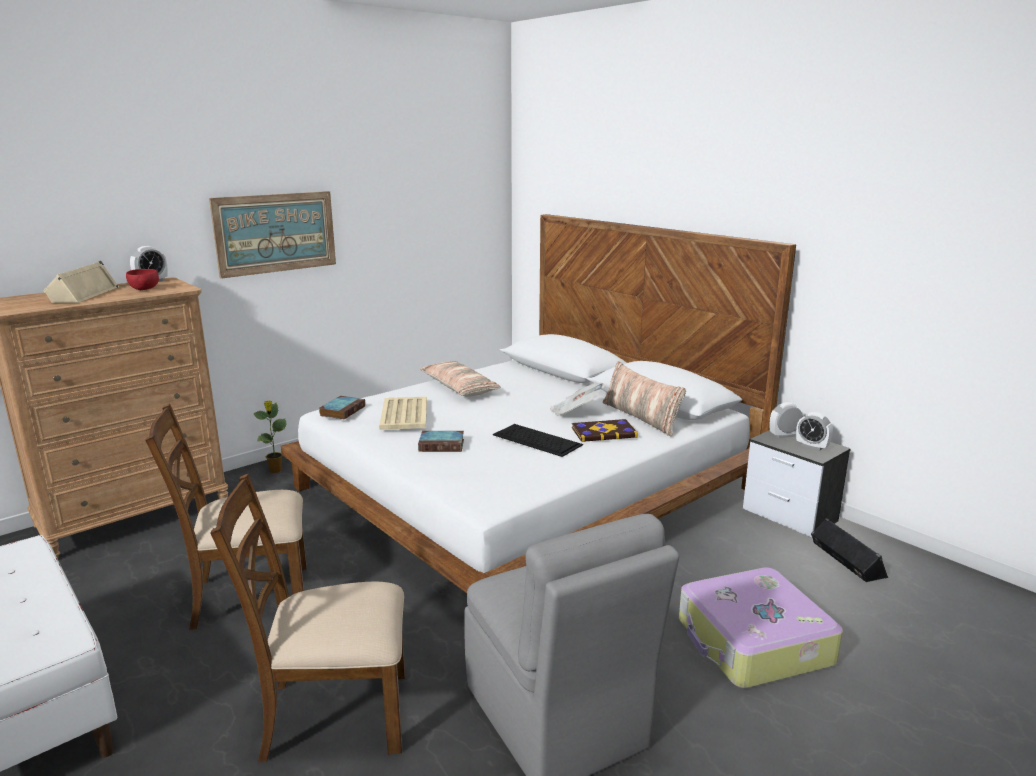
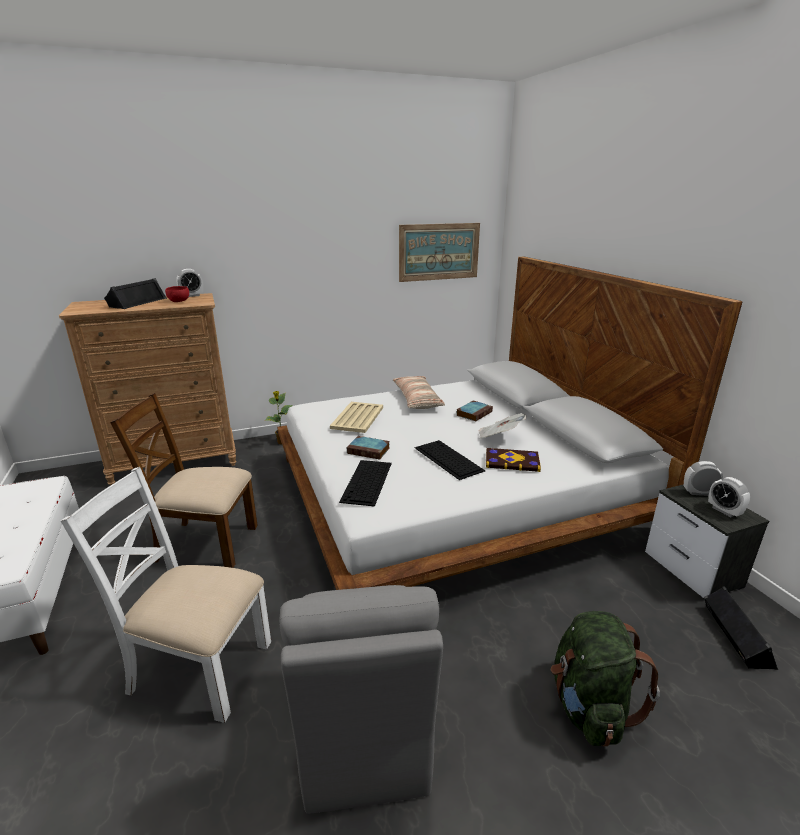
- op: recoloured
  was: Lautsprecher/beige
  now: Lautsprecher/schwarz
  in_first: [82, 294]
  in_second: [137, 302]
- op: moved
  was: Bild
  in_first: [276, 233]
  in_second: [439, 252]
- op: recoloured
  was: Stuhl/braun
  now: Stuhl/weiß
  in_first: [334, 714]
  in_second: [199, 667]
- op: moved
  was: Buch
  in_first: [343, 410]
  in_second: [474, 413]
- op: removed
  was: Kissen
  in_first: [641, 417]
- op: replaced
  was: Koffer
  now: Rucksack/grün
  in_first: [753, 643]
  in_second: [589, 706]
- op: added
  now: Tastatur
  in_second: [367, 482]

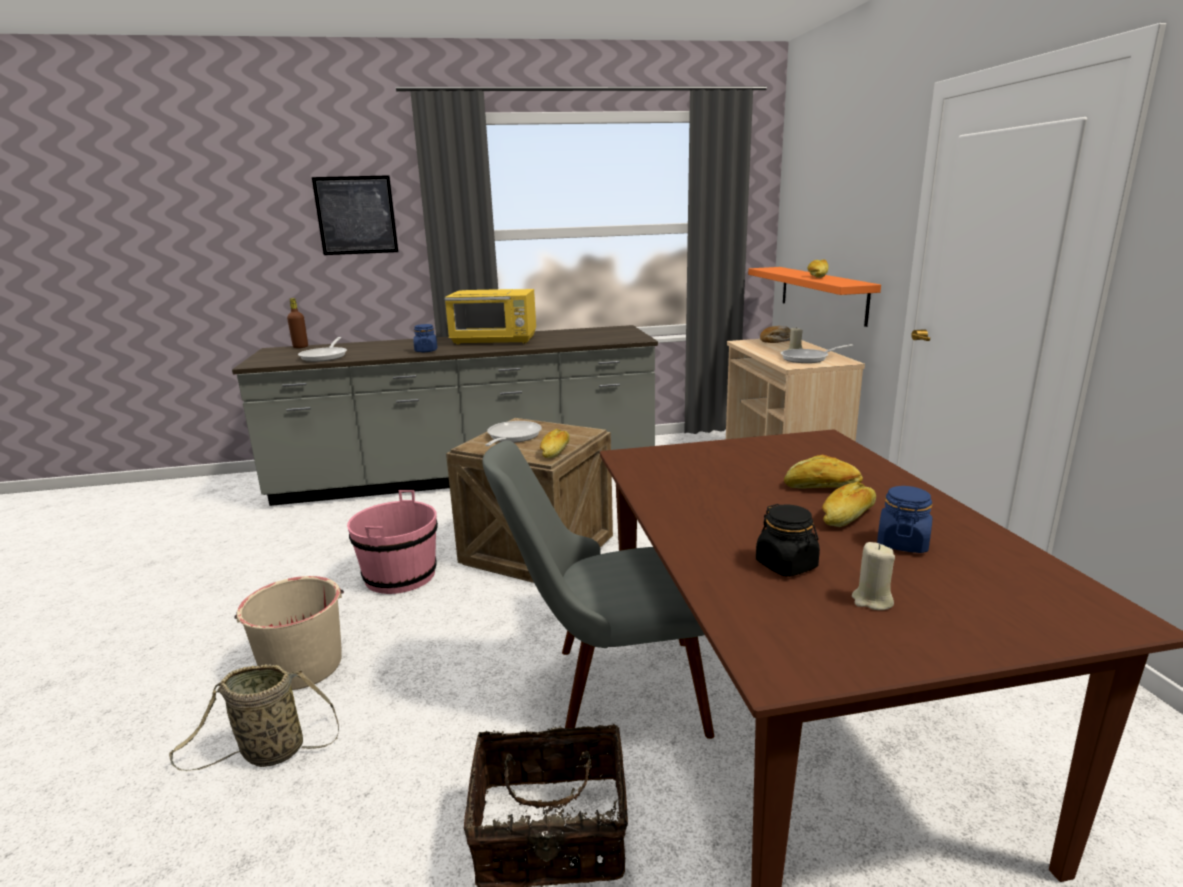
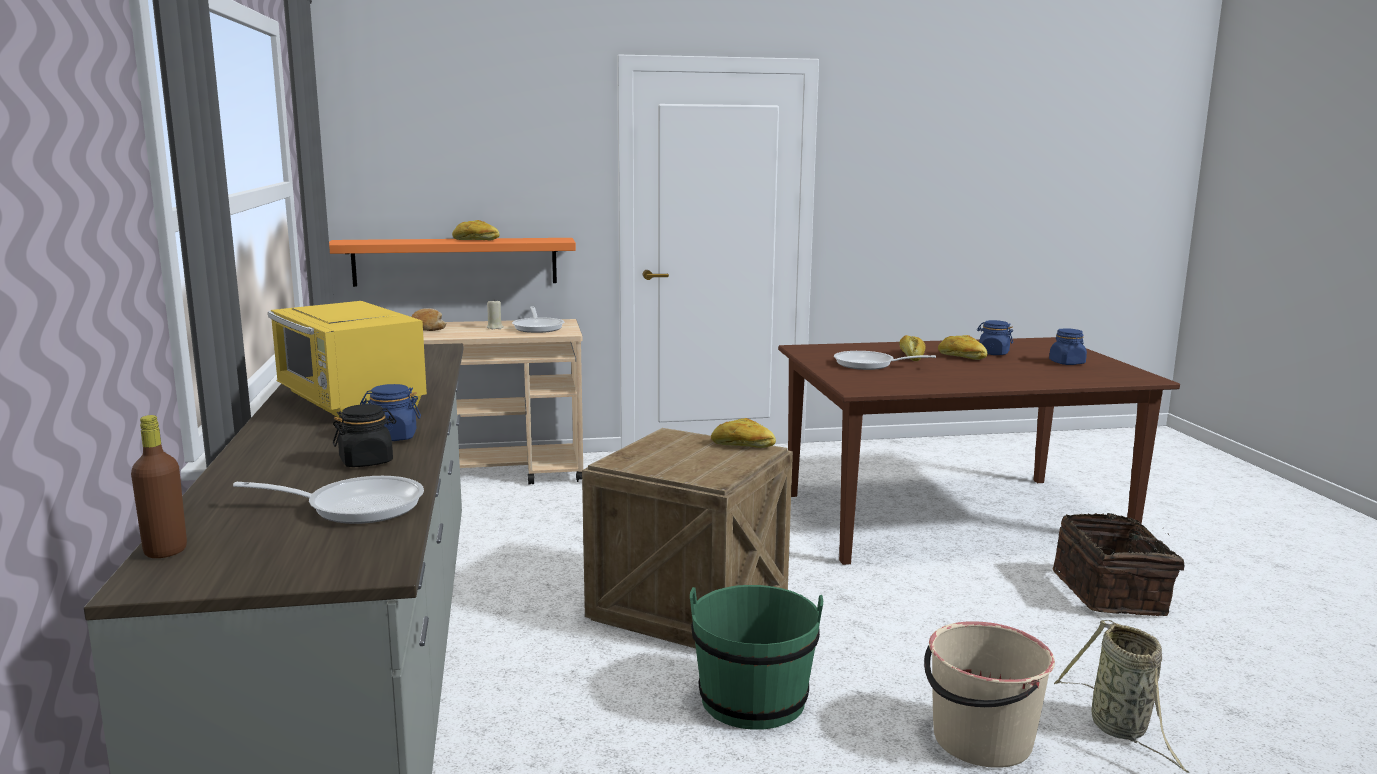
- op: removed
  was: Bild
  in_first: [356, 215]
- op: recoloured
  was: Eimer/rosa
  now: Eimer/grün
  in_first: [400, 576]
  in_second: [753, 700]
- op: turned
  was: Mikrowelle/gelb
  in_first: [495, 341]
  in_second: [350, 403]
  clockwise: 135
- op: removed
  was: Stuhl/grau
  in_first: [606, 690]
- op: moved
  was: Pfanne
  in_first: [512, 437]
  in_second: [869, 365]
- op: moved
  was: Vorratsglas/schwarz
  in_first: [786, 565]
  in_second: [366, 461]
- op: replaced
  was: Kerze/beige
  now: Vorratsglas/blau
  in_first: [872, 601]
  in_second: [1067, 363]

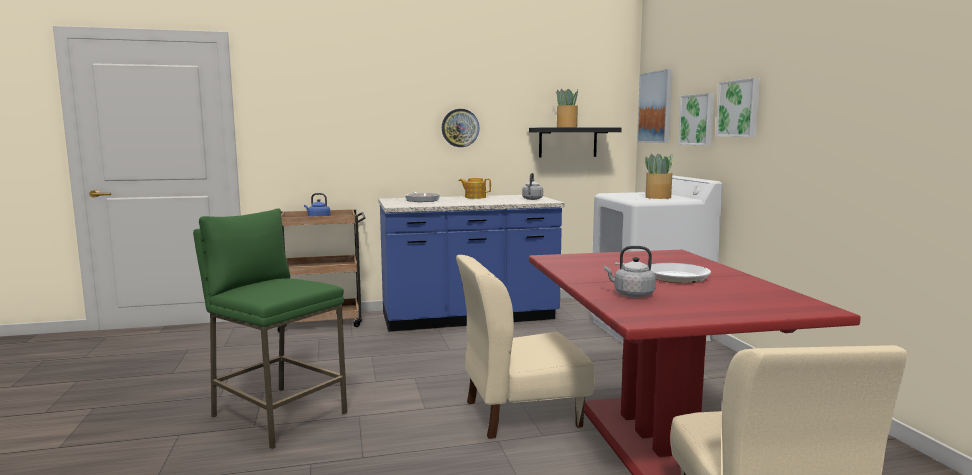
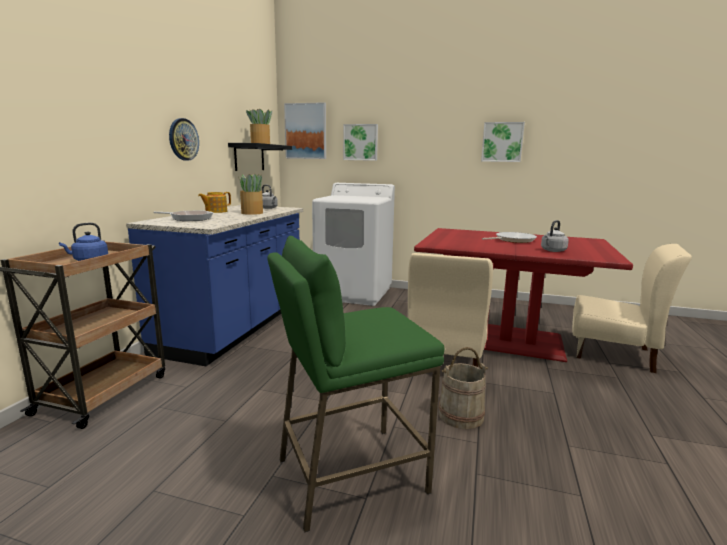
- op: moved
  was: Topfpflanze
  in_first: [658, 197]
  in_second: [252, 213]
- op: moved
  was: Bild
  in_first: [739, 108]
  in_second: [502, 142]
- op: added
  now: Eimer/beige
  in_second: [461, 415]

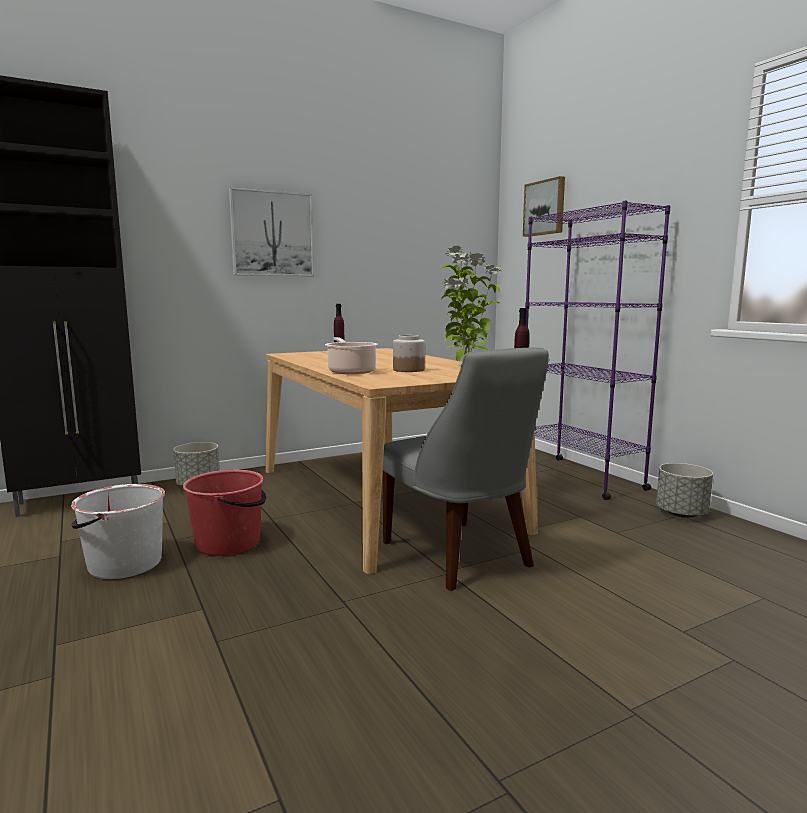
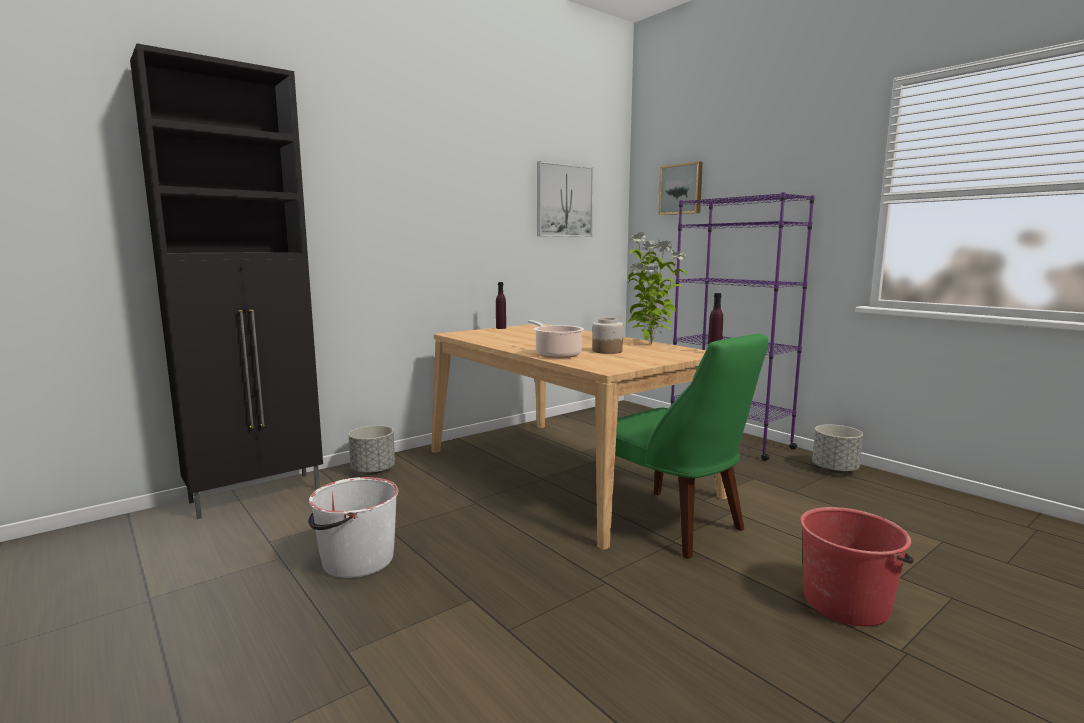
- op: moved
  was: Eimer/rot
  in_first: [229, 543]
  in_second: [846, 603]
- op: moved
  was: Bild
  in_first: [272, 234]
  in_second: [564, 201]
- op: recoloured
  was: Stuhl/grau
  now: Stuhl/grün
  in_first: [460, 556]
  in_second: [675, 525]

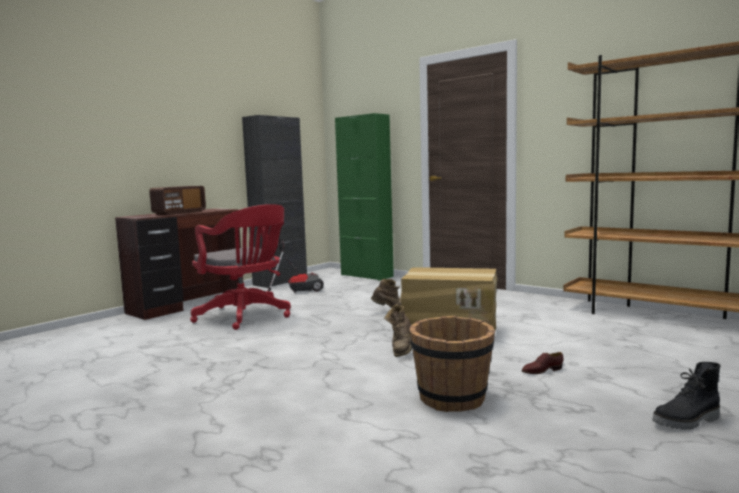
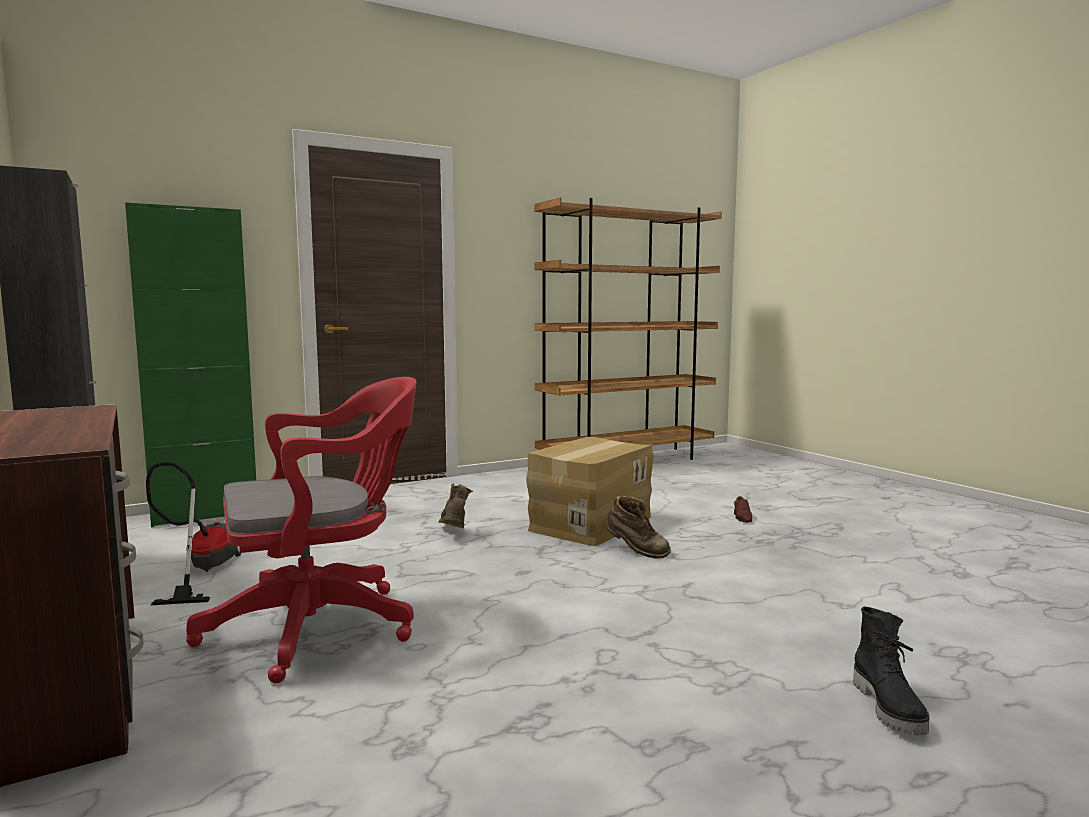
- op: removed
  was: Radio
  in_first: [179, 213]
- op: removed
  was: Eimer/braun
  in_first: [452, 398]
- op: moved
  was: Stiefel/schwarz
  in_first: [687, 422]
  in_second: [890, 708]

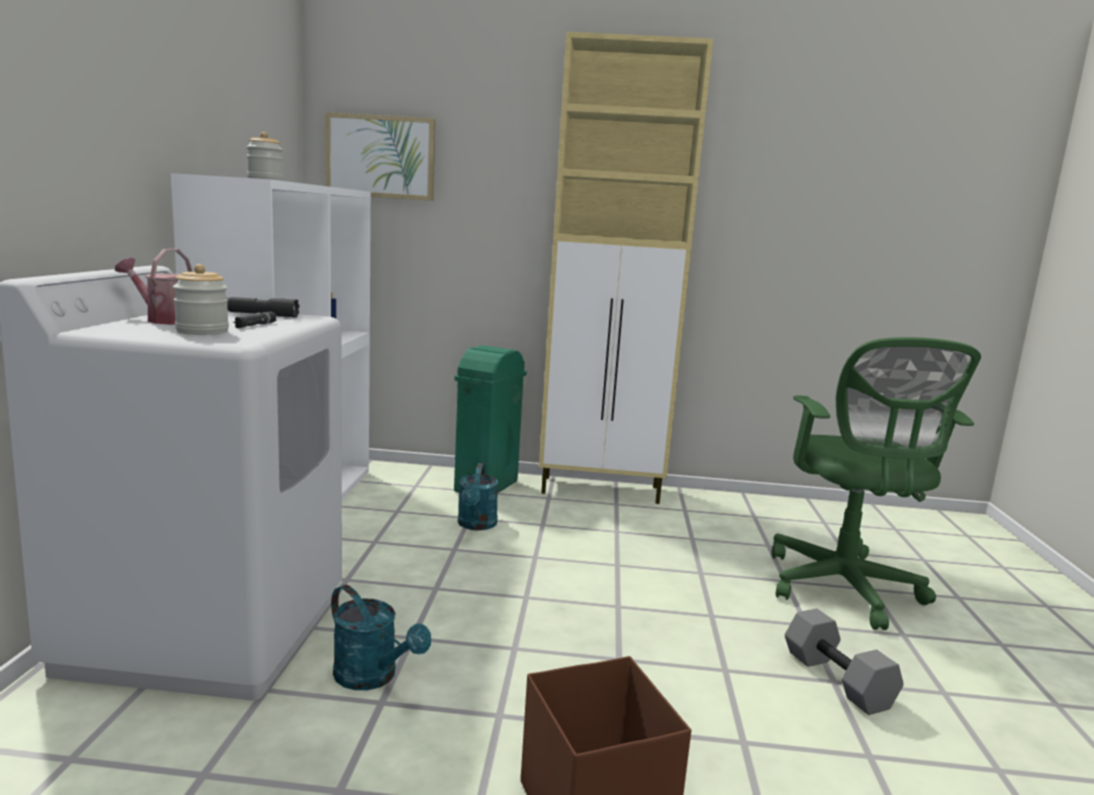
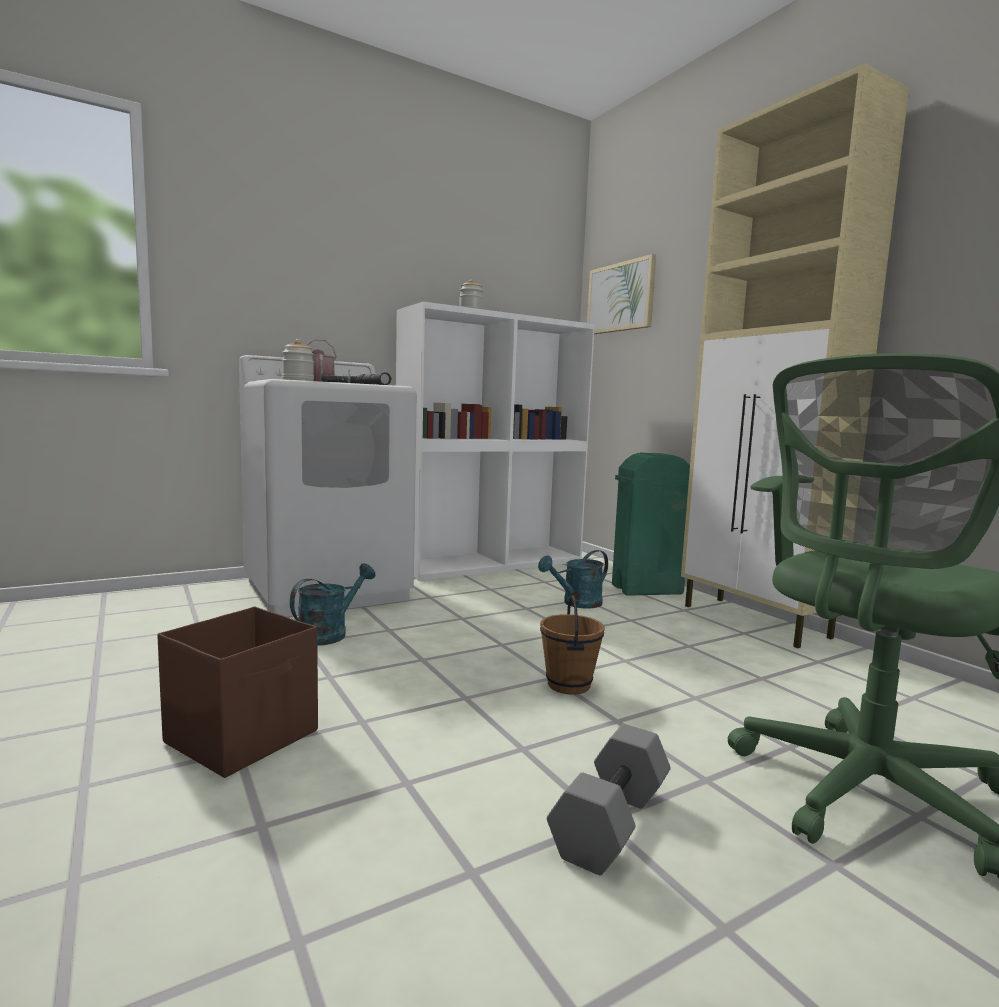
- op: turned
  was: Gießkanne/türkis
  in_first: [373, 677]
  in_second: [329, 633]
  clockwise: -150
- op: added
  now: Eimer/braun
  in_second: [569, 685]

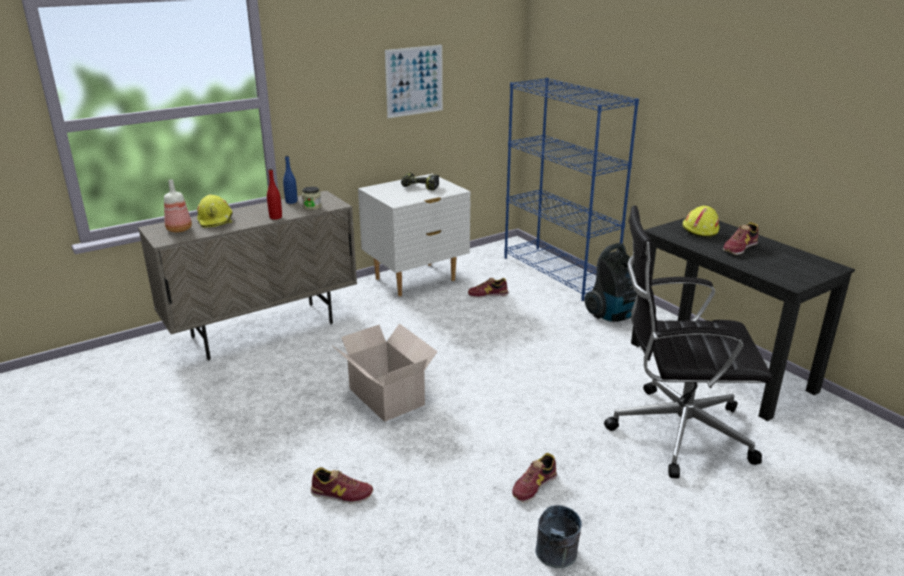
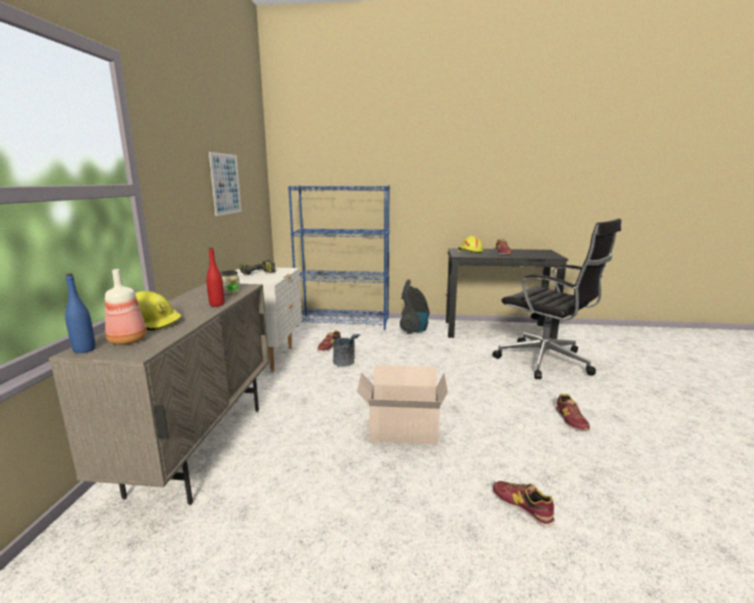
- op: moved
  was: Flasche/blau
  in_first: [291, 202]
  in_second: [84, 350]
- op: turned
  was: Schuh
  in_first: [341, 493]
  in_second: [522, 506]
  clockwise: -90
- op: moved
  was: Eimer/grau
  in_first: [556, 558]
  in_second: [346, 363]
- op: turned
  was: Bürostuhl/schwarz
  in_first: [675, 431]
  in_second: [546, 362]
  clockwise: -90

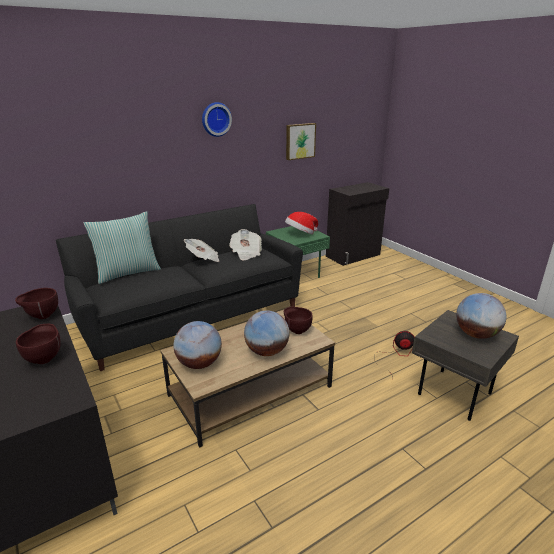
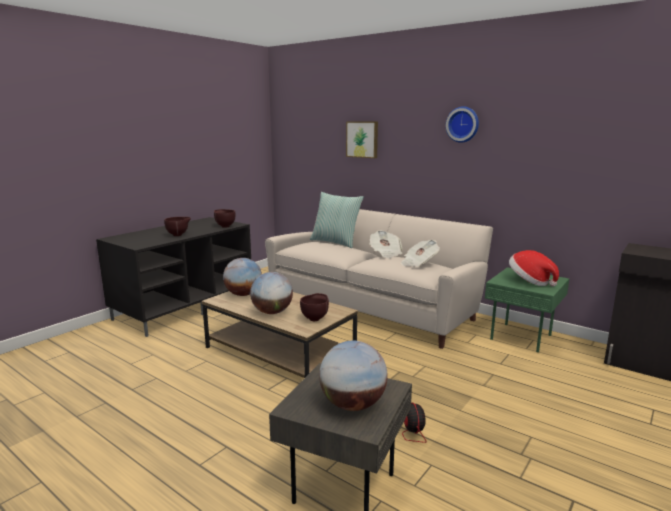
- op: recoloured
  was: Sofa/schwarz
  now: Sofa/beige
  in_first: [191, 315]
  in_second: [371, 306]
- op: moved
  was: Bild
  in_first: [300, 141]
  in_second: [362, 139]

